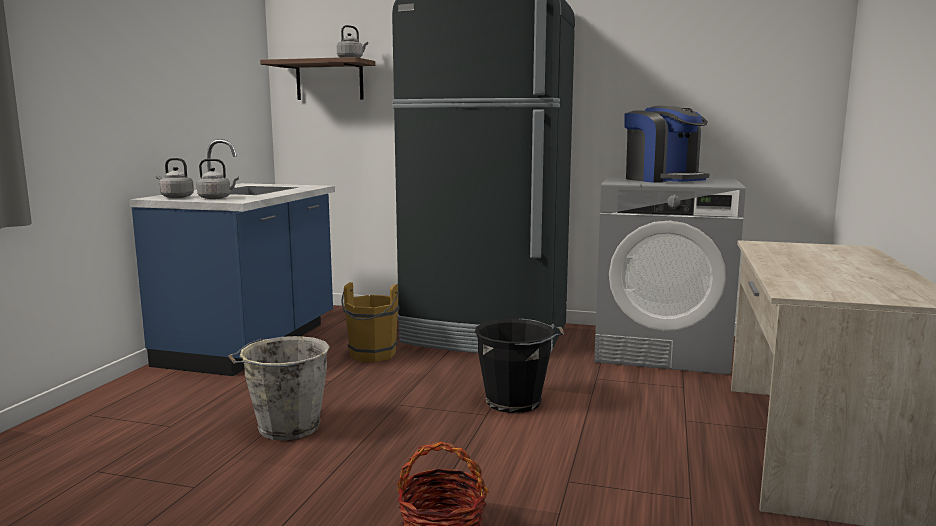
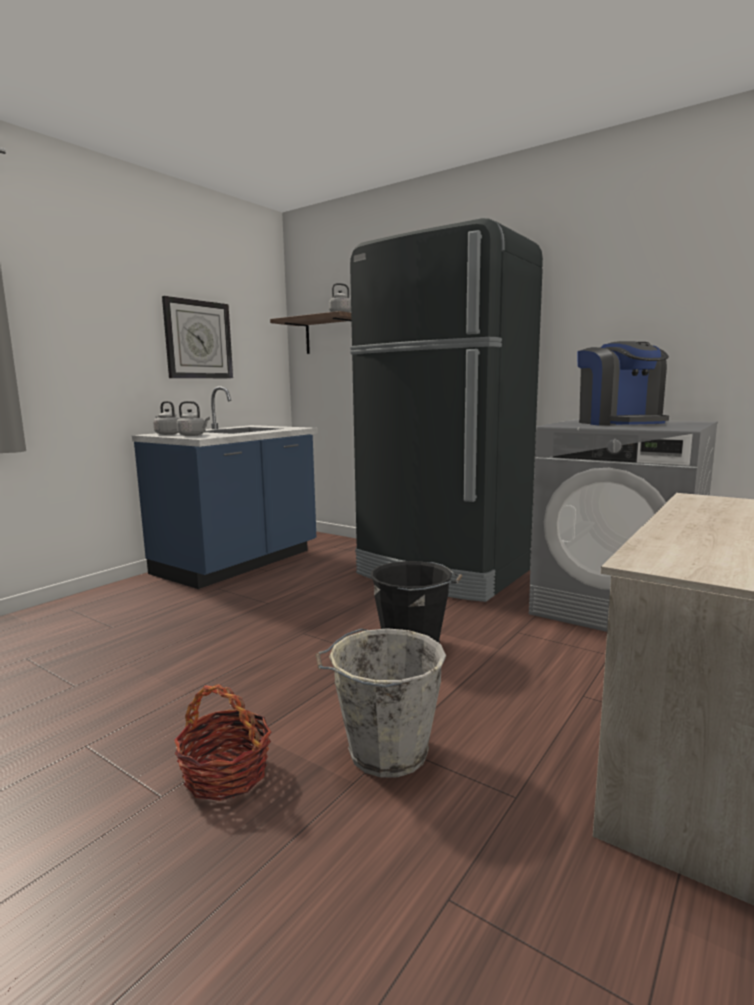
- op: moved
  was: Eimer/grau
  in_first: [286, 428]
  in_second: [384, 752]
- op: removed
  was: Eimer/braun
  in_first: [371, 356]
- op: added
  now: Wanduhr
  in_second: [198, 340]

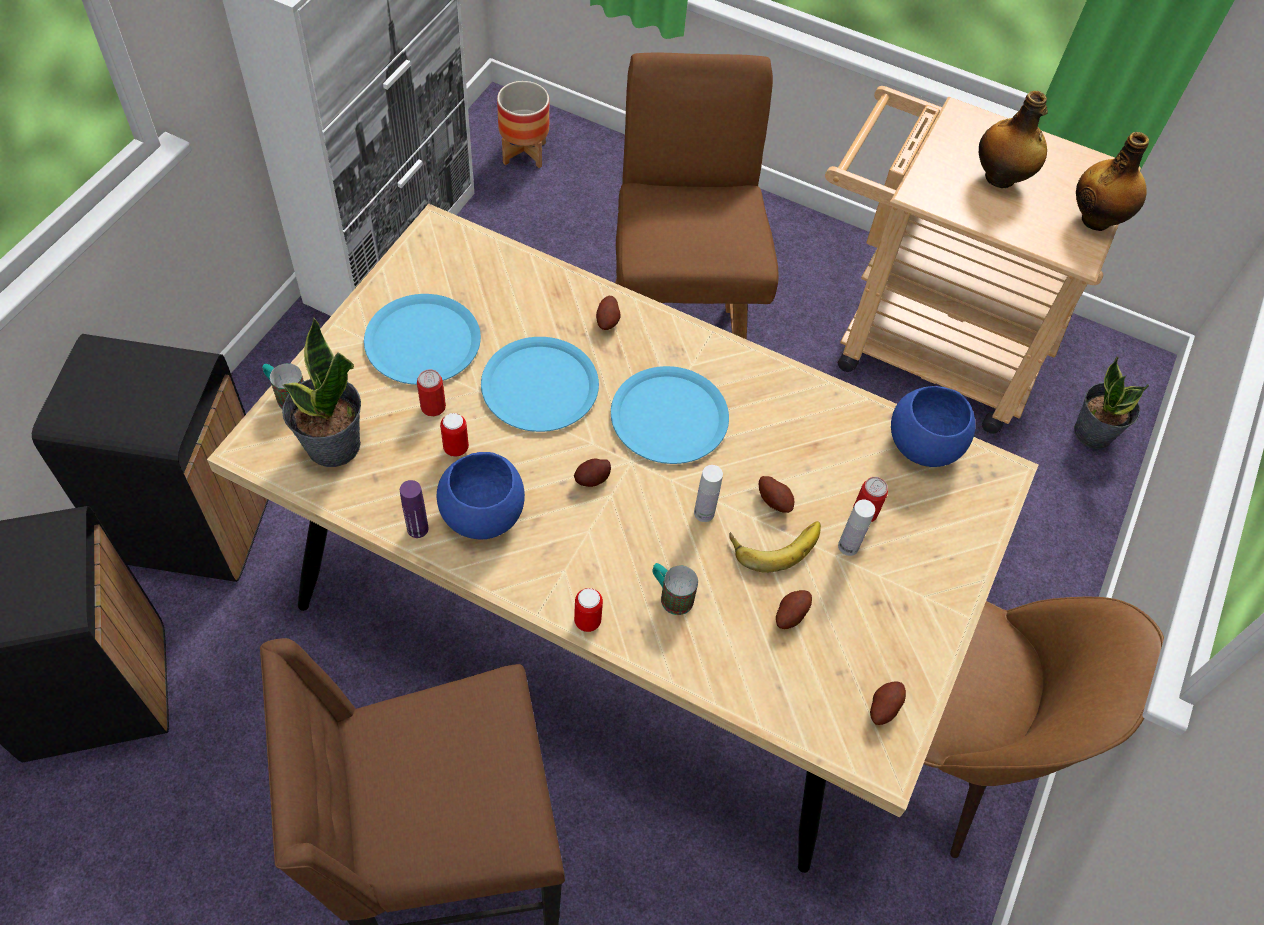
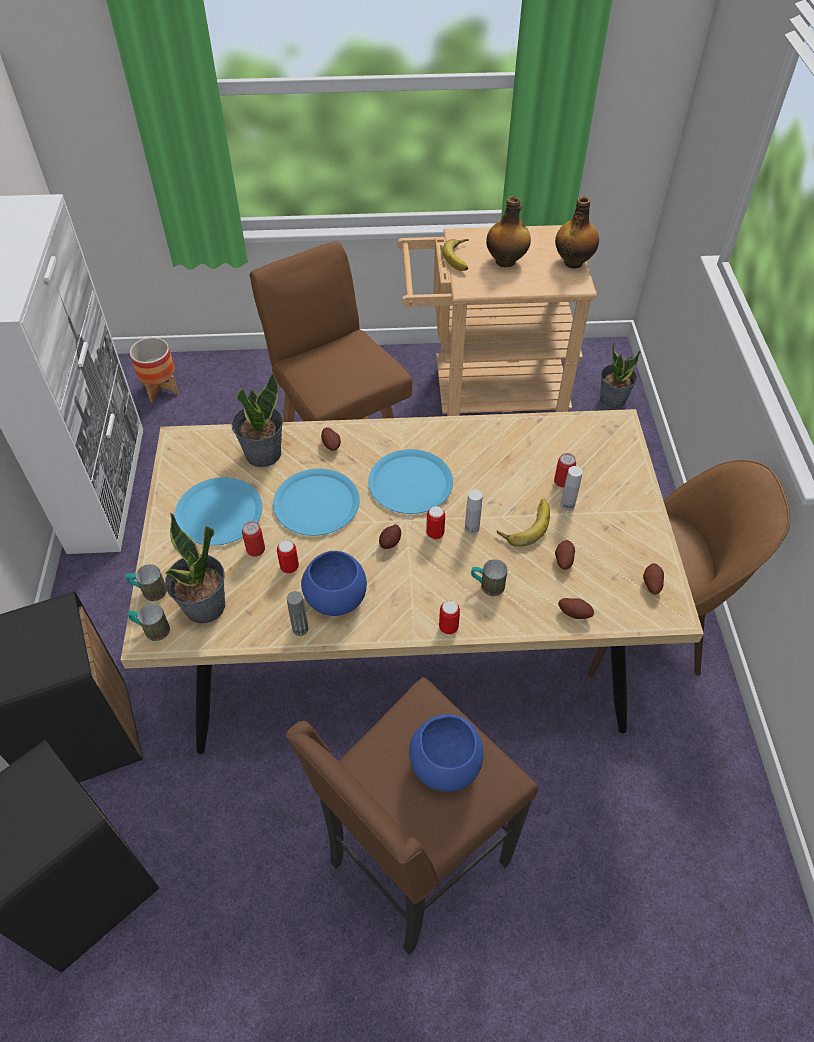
- op: recoloured
  was: Flasche/lila
  now: Flasche/grau
  in_first: [417, 529]
  in_second: [300, 629]
- op: moved
  was: Kartoffel
  in_first: [775, 500]
  in_second: [574, 613]
- op: moved
  was: Schüssel/blau
  in_first: [925, 444]
  in_second: [446, 763]
- op: added
  now: Henkelbecher
  in_second: [152, 629]
- op: added
  now: Topfpflanze
  in_second: [262, 453]
- op: added
  now: Dose
  in_second: [435, 533]
- op: added
  now: Banane
  in_second: [461, 257]

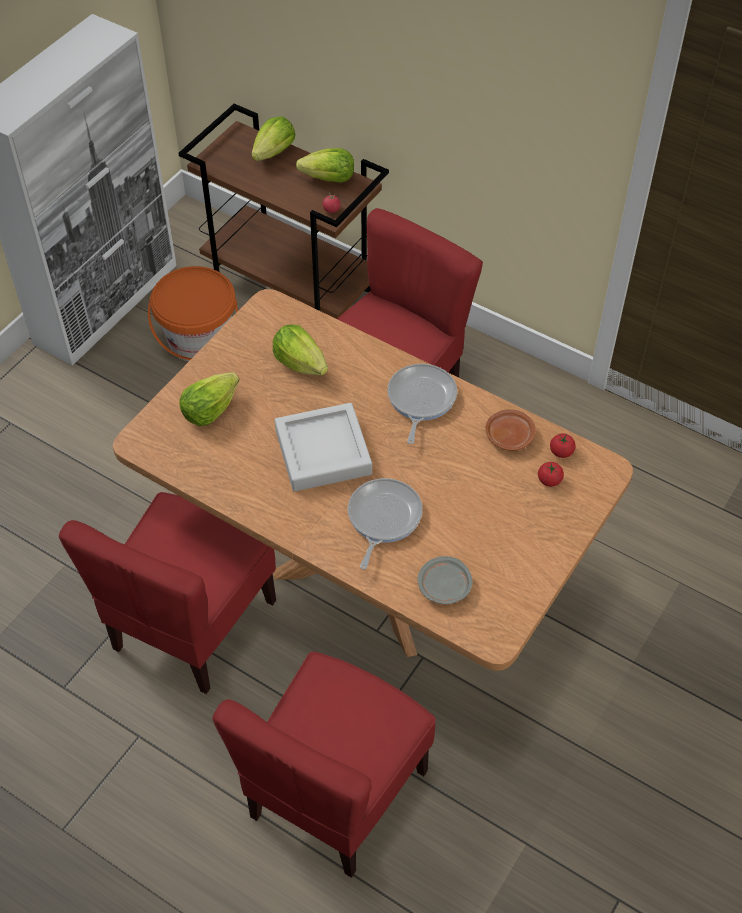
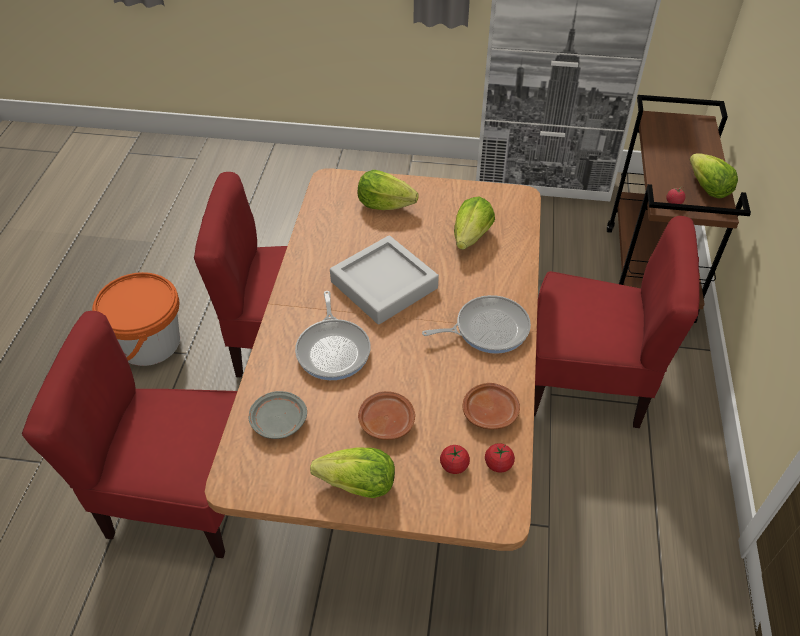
- op: moved
  was: Eimer/orange
  in_first: [199, 339]
  in_second: [149, 342]
- op: moved
  was: Salatkopf
  in_first: [274, 152]
  in_second: [358, 485]
- op: turned
  was: Pfanne
  in_first: [382, 518]
  in_second: [333, 349]
  clockwise: 90
- op: added
  now: Teller/braun
  in_second: [386, 421]

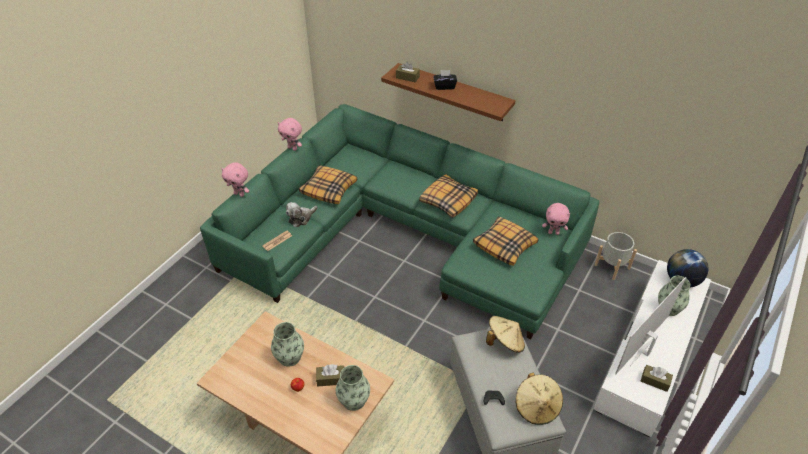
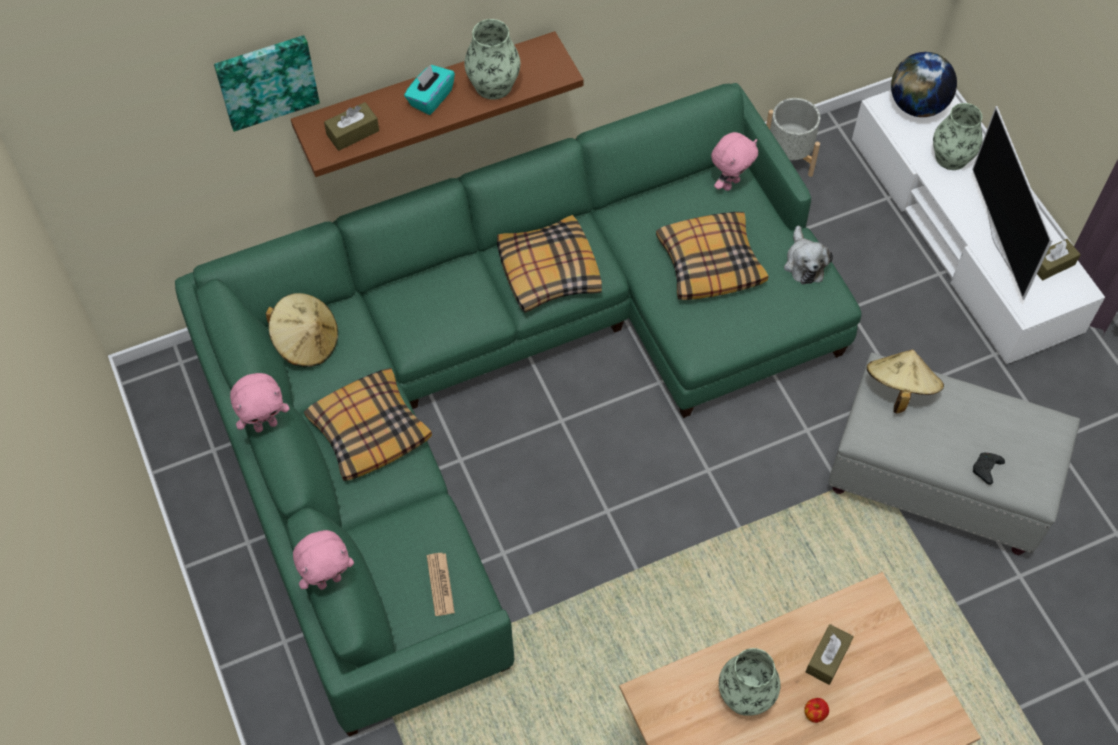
- op: moved
  was: Plüschtier
  in_first: [301, 218]
  in_second: [804, 263]
- op: moved
  was: Vase
  in_first: [353, 400]
  in_second: [493, 85]
- op: recoloured
  was: Taschentuchbox/schwarz
  now: Taschentuchbox/türkis
  in_first: [444, 86]
  in_second: [430, 98]
- op: moved
  was: Hut/beige
  in_first: [537, 407]
  in_second: [306, 342]
- op: added
  now: Bild
  in_second: [266, 80]

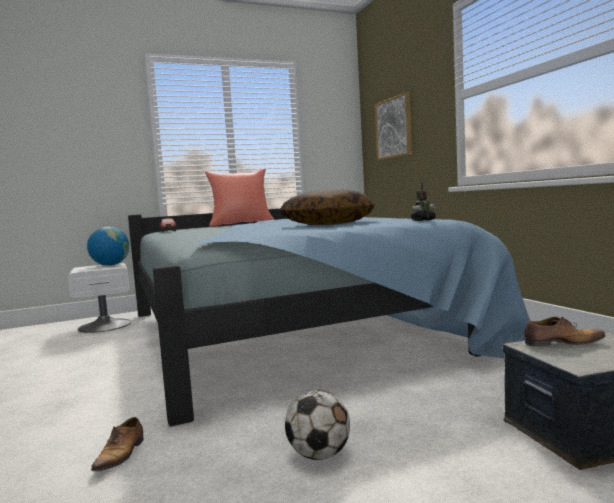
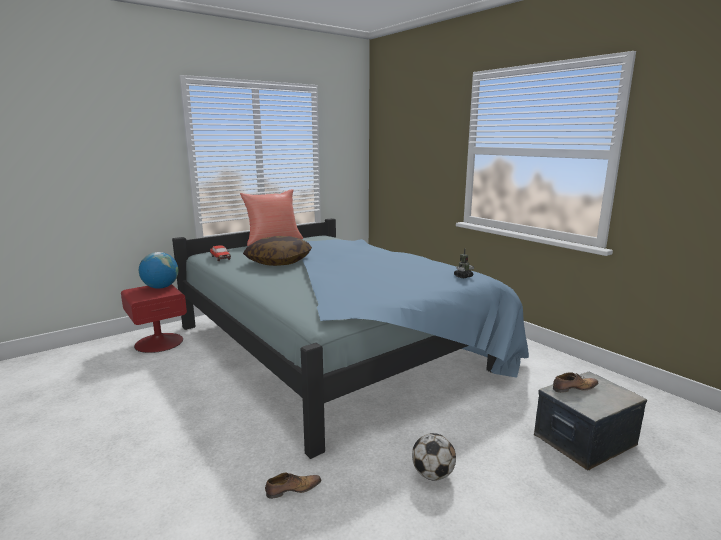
- op: recoloured
  was: Nachttisch/weiß
  now: Nachttisch/rot
  in_first: [105, 325]
  in_second: [159, 342]
- op: turned
  was: Schuh
  in_first: [121, 455]
  in_second: [292, 489]
  clockwise: -105
- op: moved
  was: Kissen
  in_first: [329, 224]
  in_second: [279, 261]
- op: removed
  was: Bild
  in_first: [394, 127]

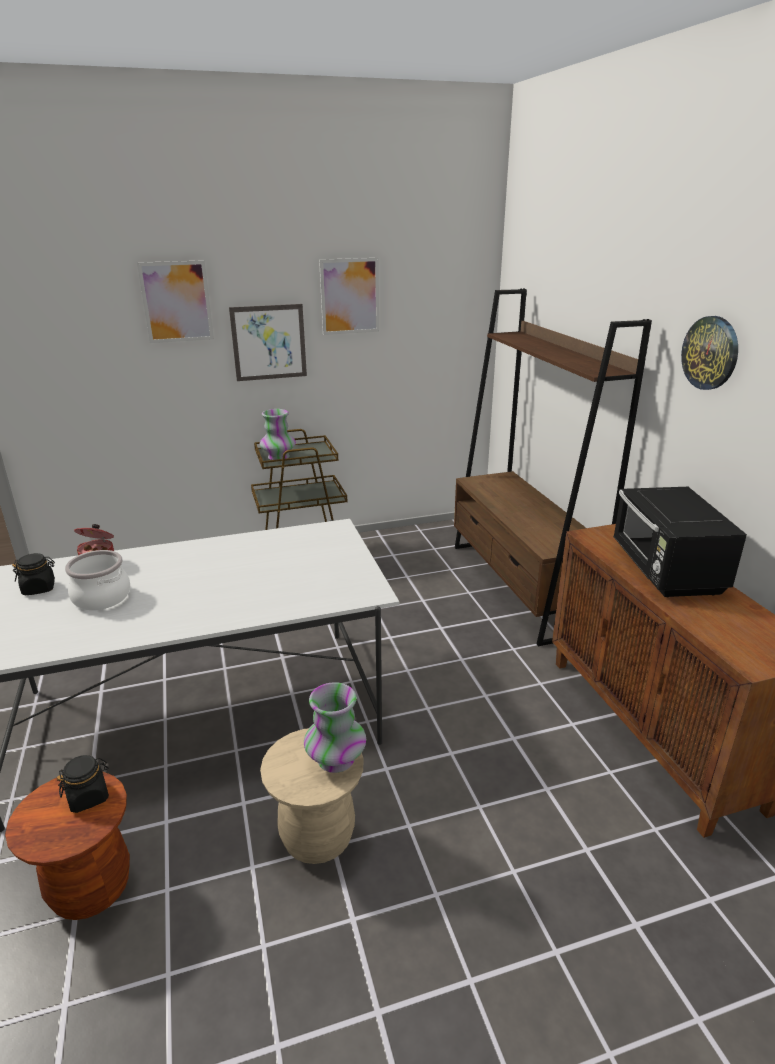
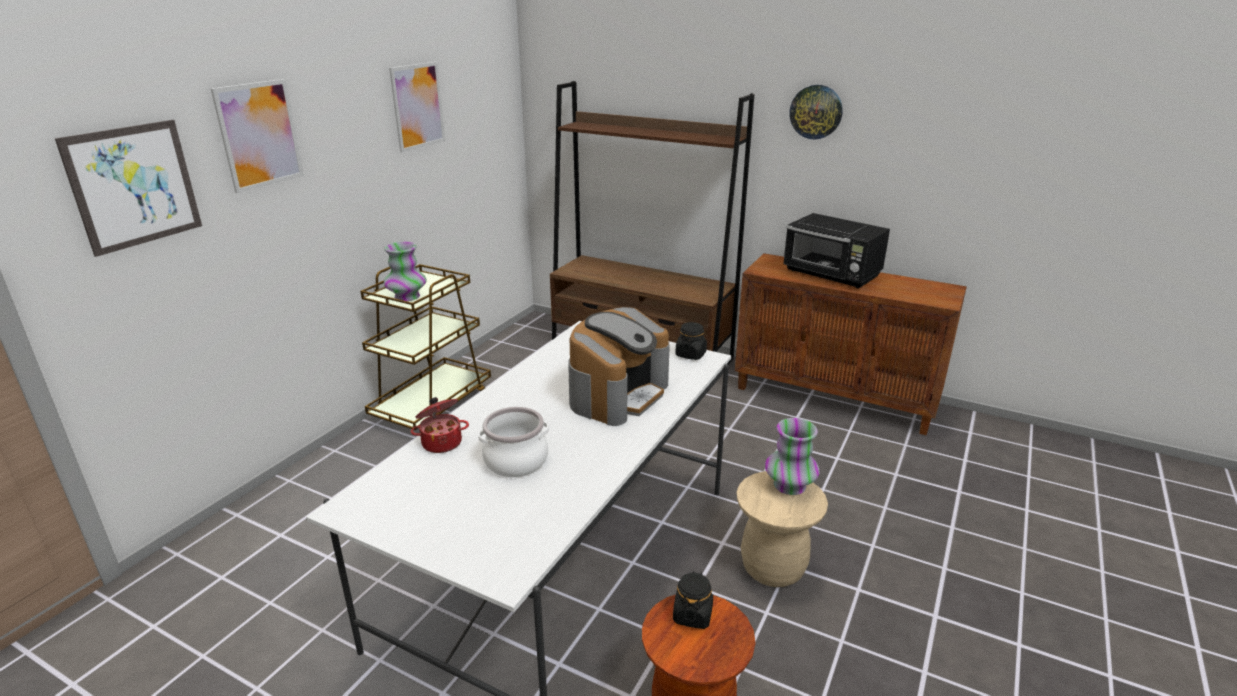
- op: moved
  was: Vorratsglas/schwarz
  in_first: [39, 588]
  in_second: [690, 354]
- op: moved
  was: Bild
  in_first: [269, 342]
  in_second: [134, 186]
- op: added
  now: Kaffeemaschine
  in_second: [618, 394]

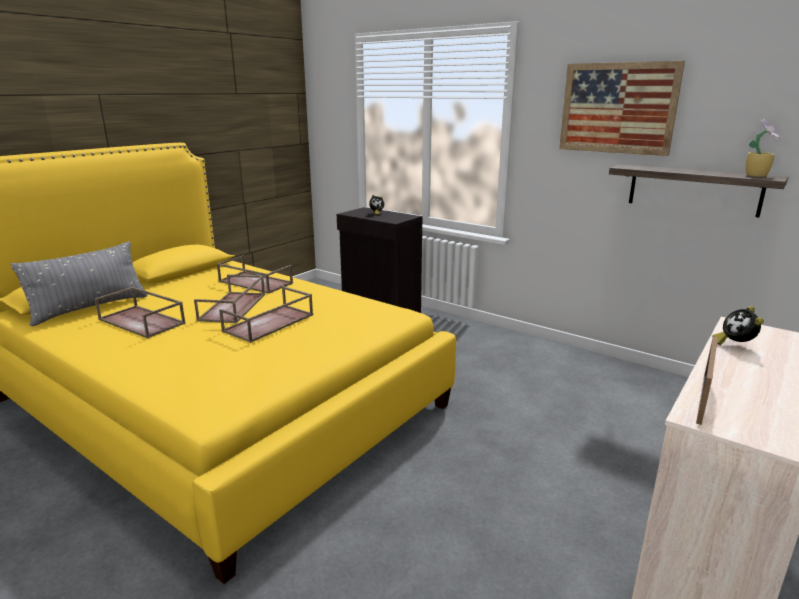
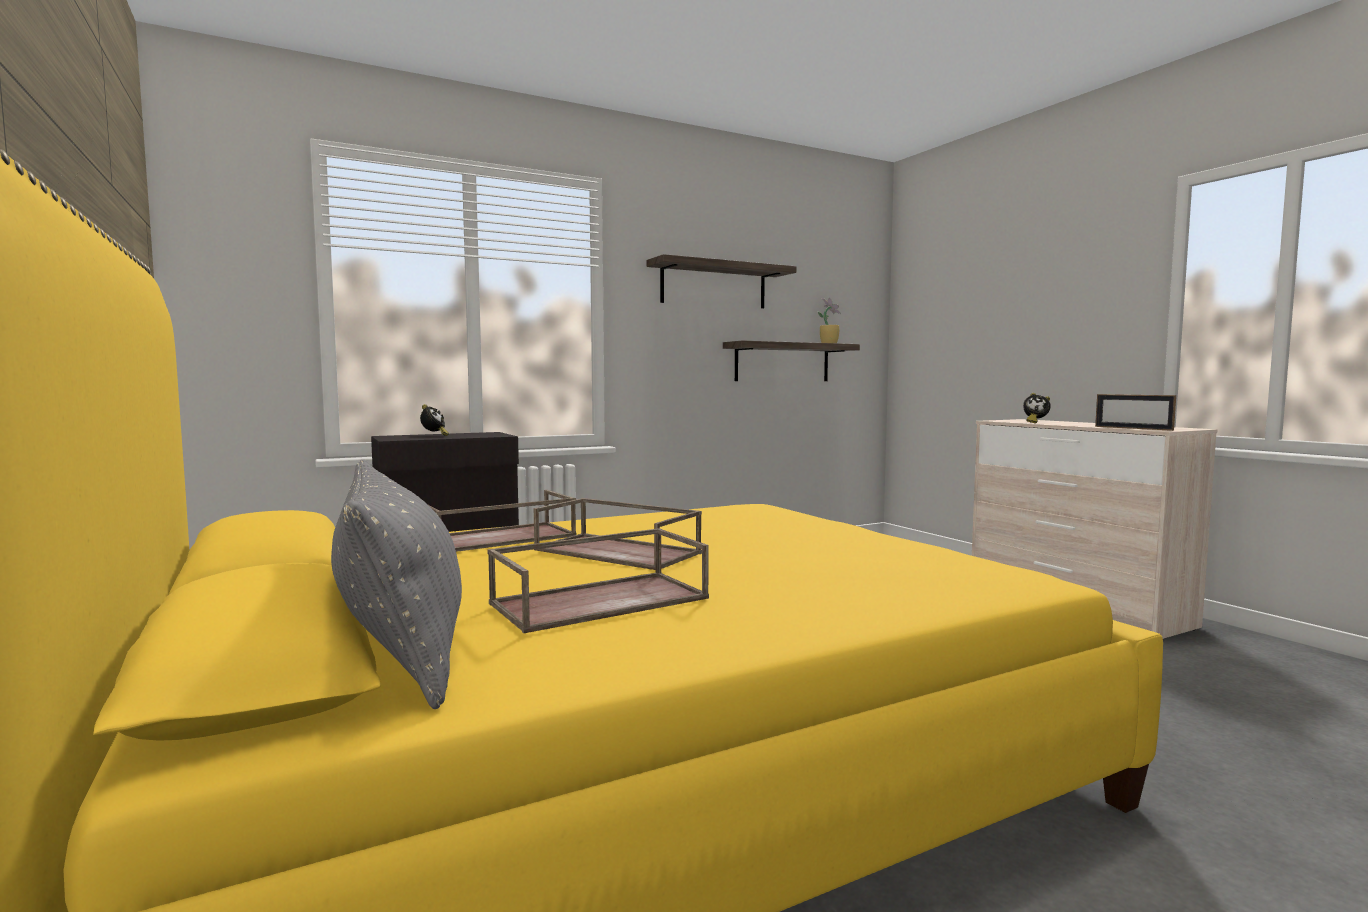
- op: removed
  was: Tablett/braun
  in_first: [269, 323]
- op: replaced
  was: Bild
  now: Wandregal
  in_first: [617, 108]
  in_second: [713, 285]

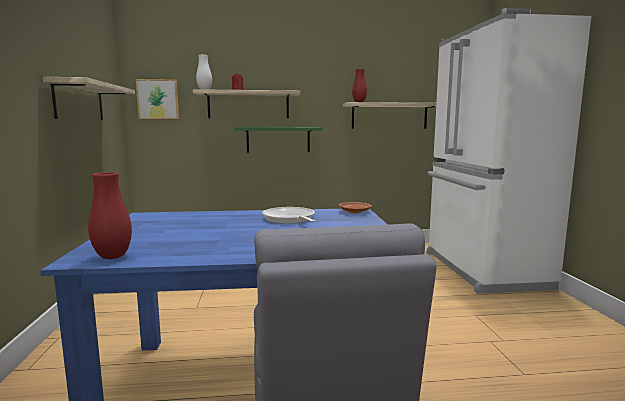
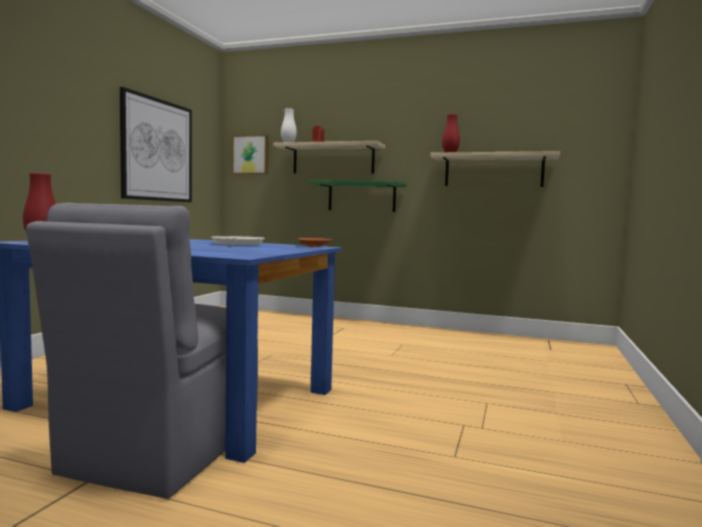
- op: replaced
  was: Wandregal
  now: Bild
  in_first: [79, 102]
  in_second: [157, 150]
- op: removed
  was: Kühlschrank/weiß
  in_first: [482, 270]

